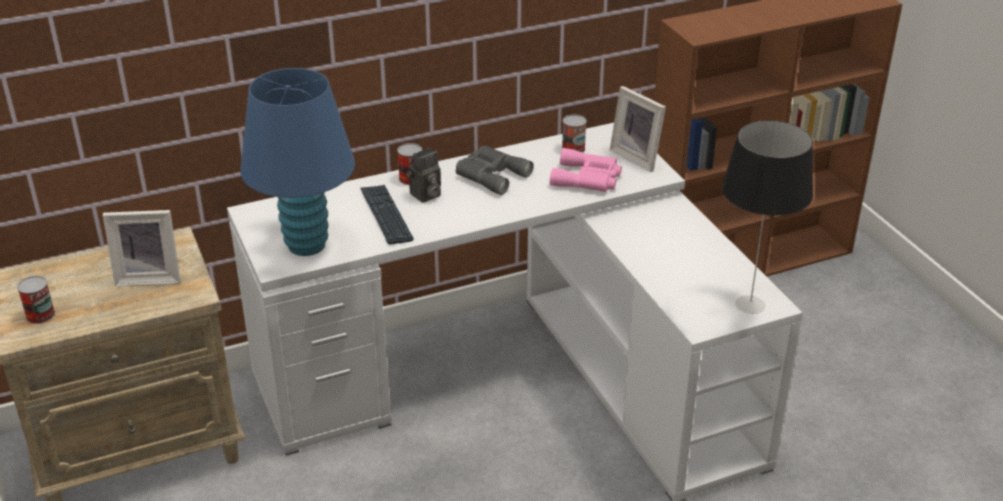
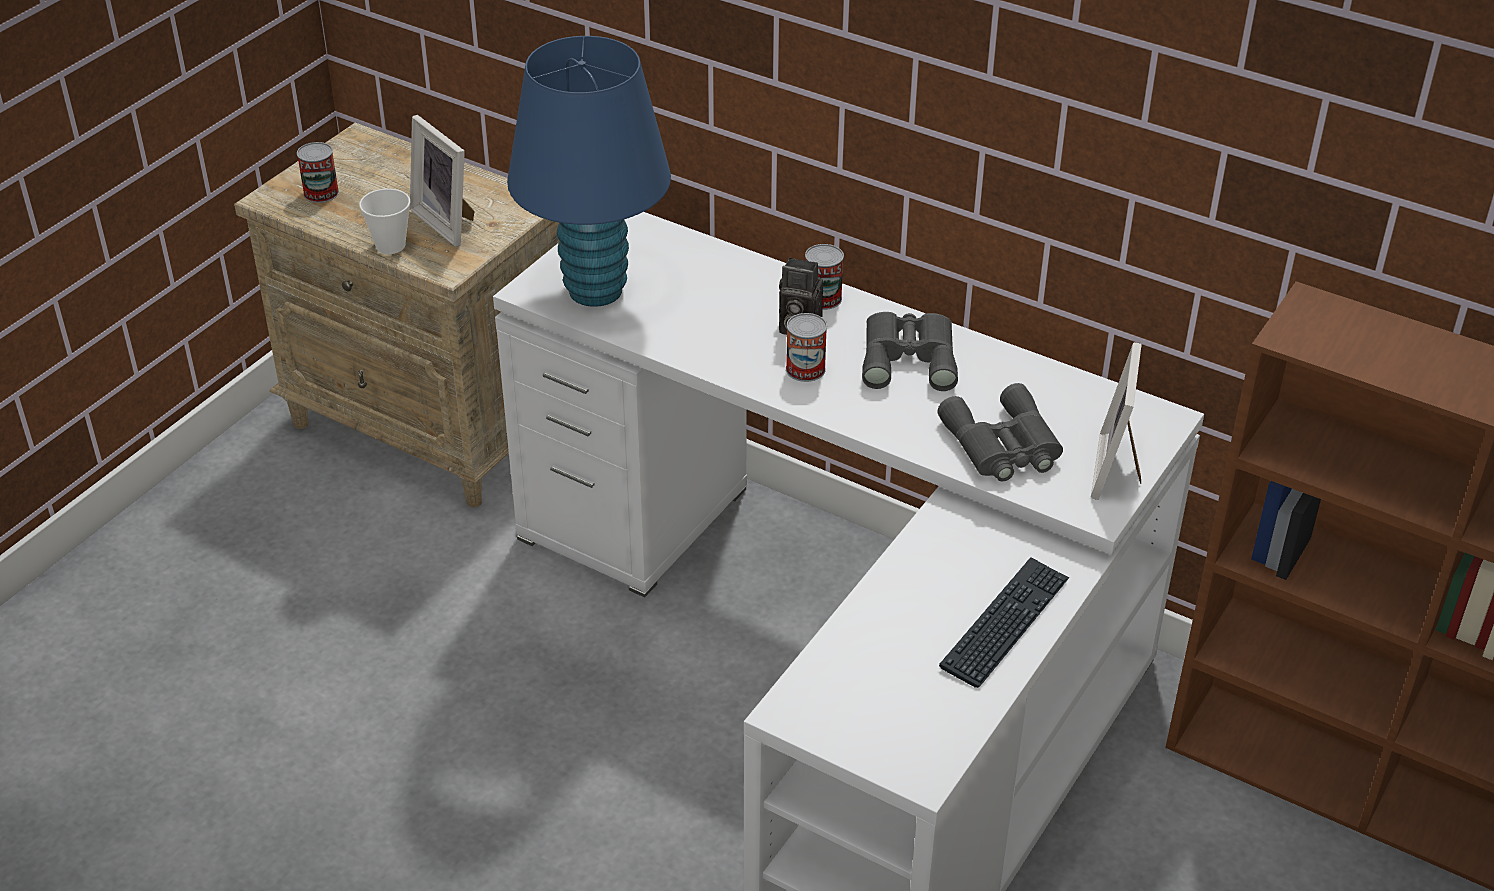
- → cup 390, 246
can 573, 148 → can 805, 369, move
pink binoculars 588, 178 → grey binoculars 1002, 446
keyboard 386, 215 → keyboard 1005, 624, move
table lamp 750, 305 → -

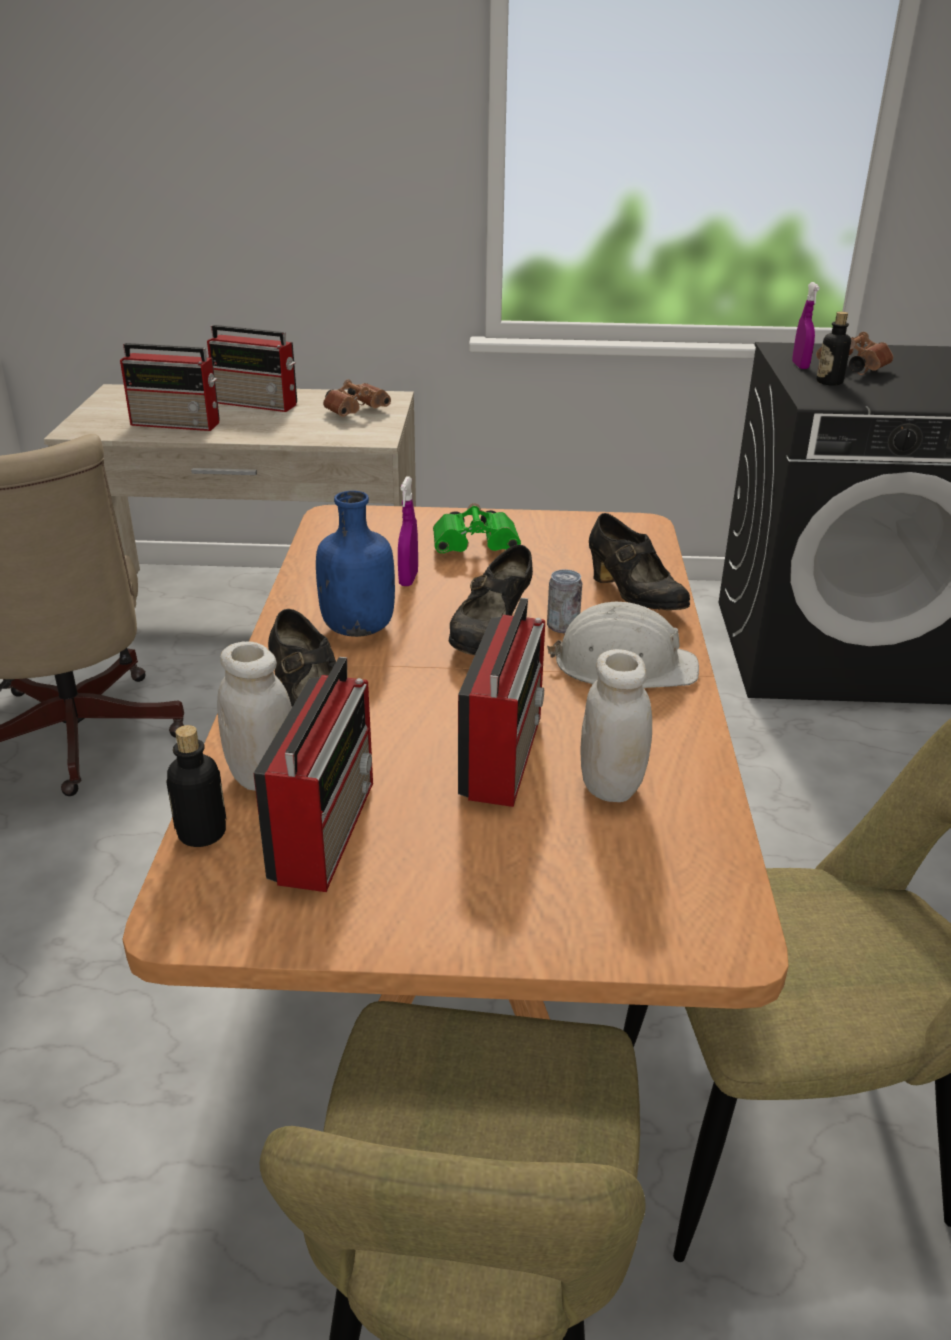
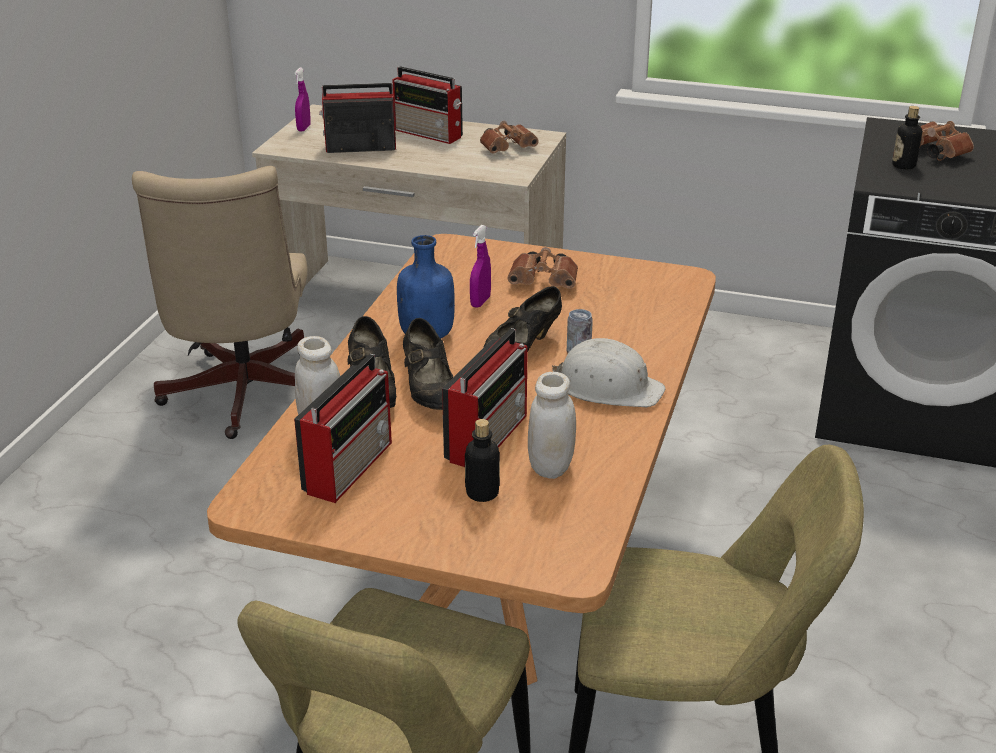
purple spray bottle 800, 366 → purple spray bottle 304, 128, move
radio 177, 423 → radio 359, 147, 150 degrees clockwise
black shoe 634, 597 → black shoe 429, 392, move
bottle 202, 833 → bottle 482, 493, move
green binoculars 477, 548 → brown binoculars 545, 282

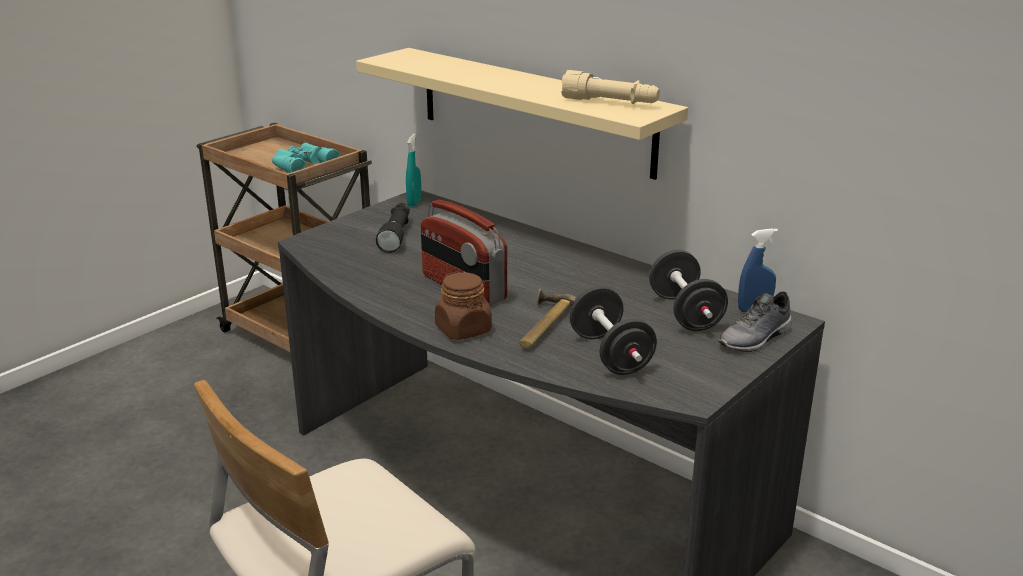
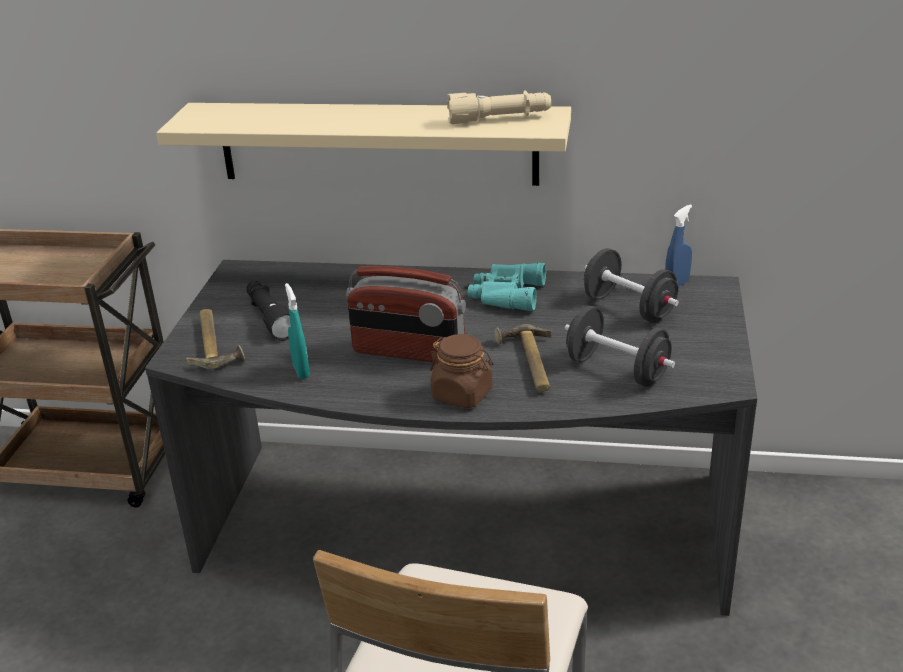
- → hammer 215, 343
turquoise spray bottle 414, 202 → turquoise spray bottle 301, 370, move
turquoise binoculars 301, 165 → turquoise binoculars 505, 294, move
grey shoe 756, 338 → -

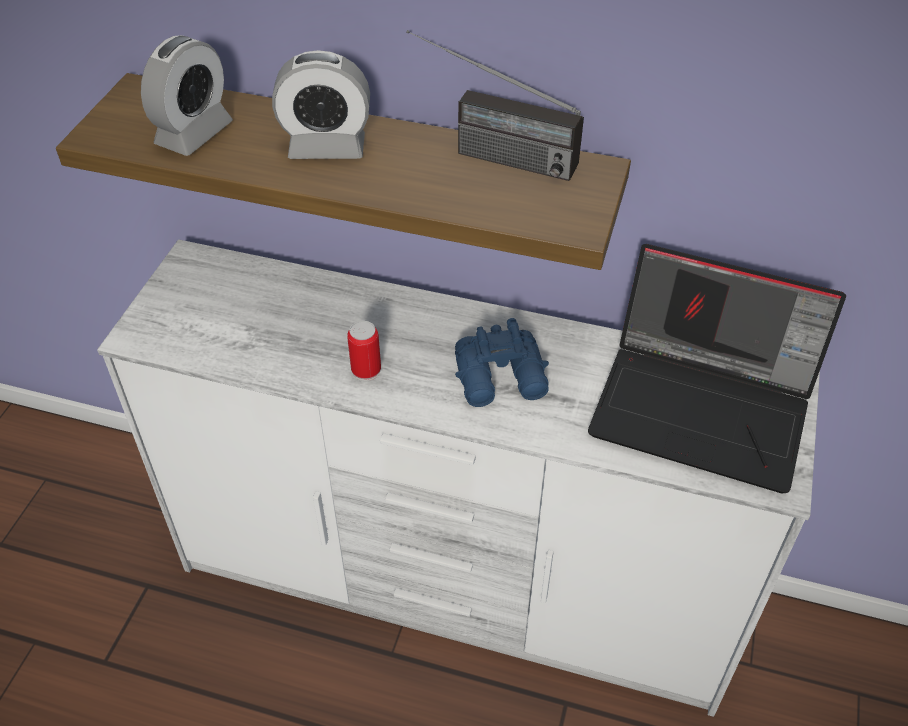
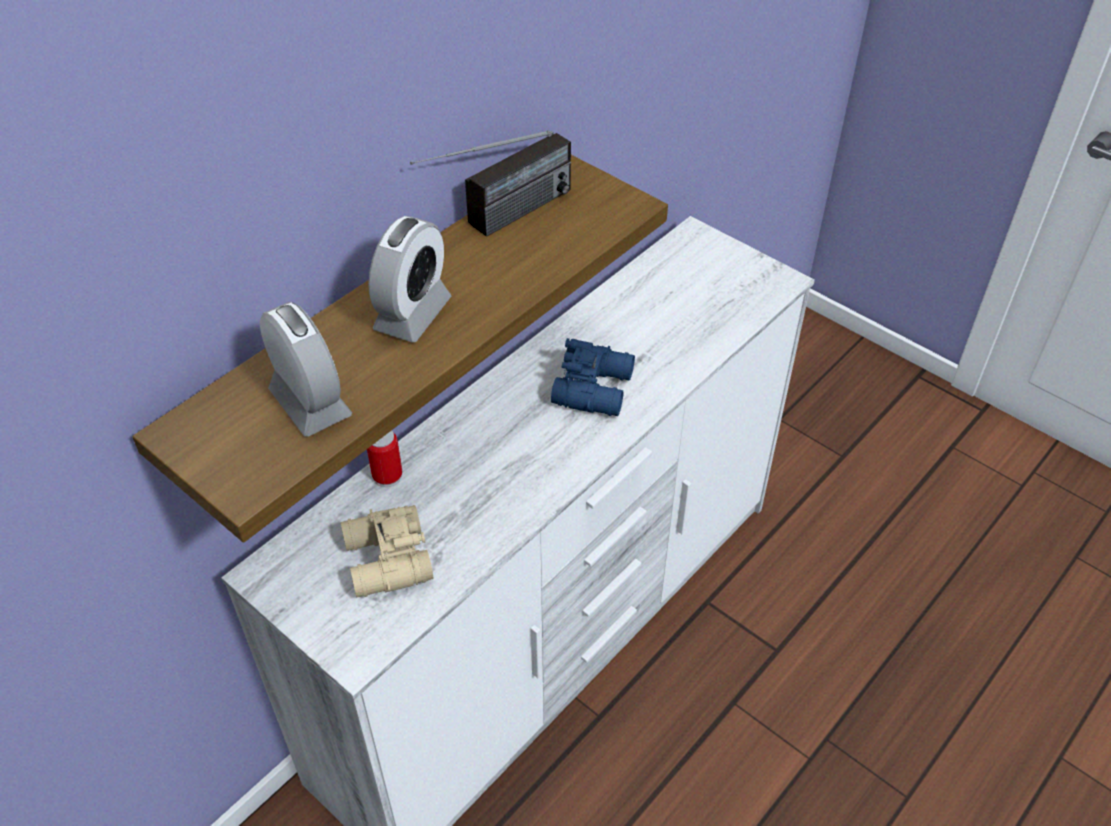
- → beige binoculars 386, 562
can 366, 370 → can 387, 476, move
laptop 705, 408 → -

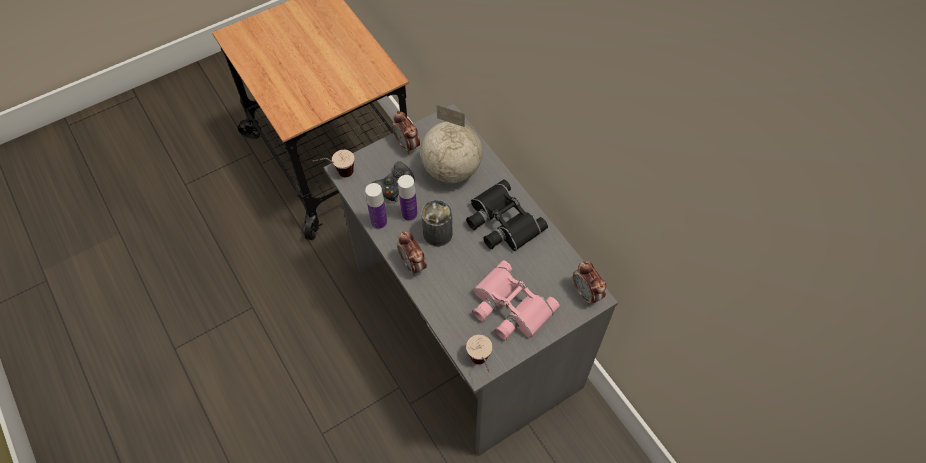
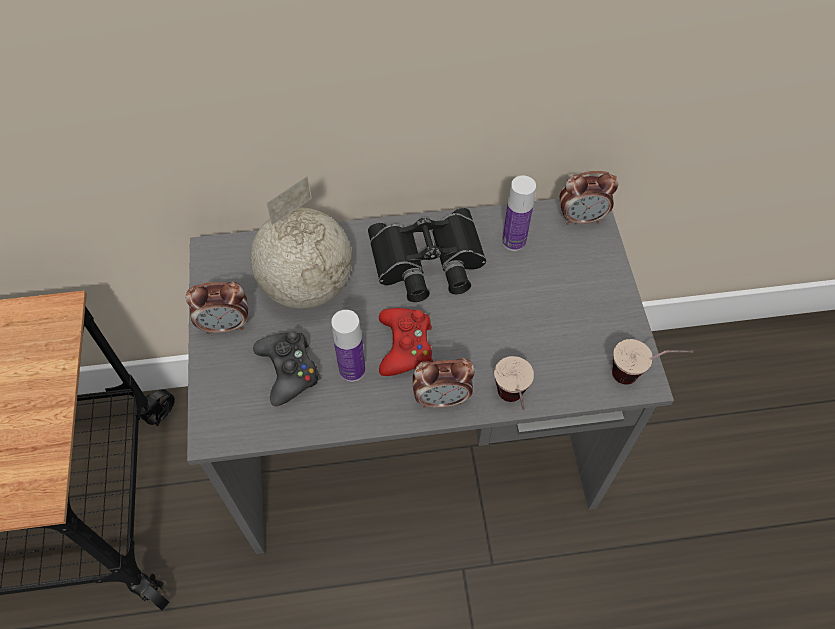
can 437, 233 → red game controller 405, 346
cup 337, 175 → cup 512, 405, move
bottle 379, 222 → bottle 514, 241, move
pink binoculars 509, 307 → -

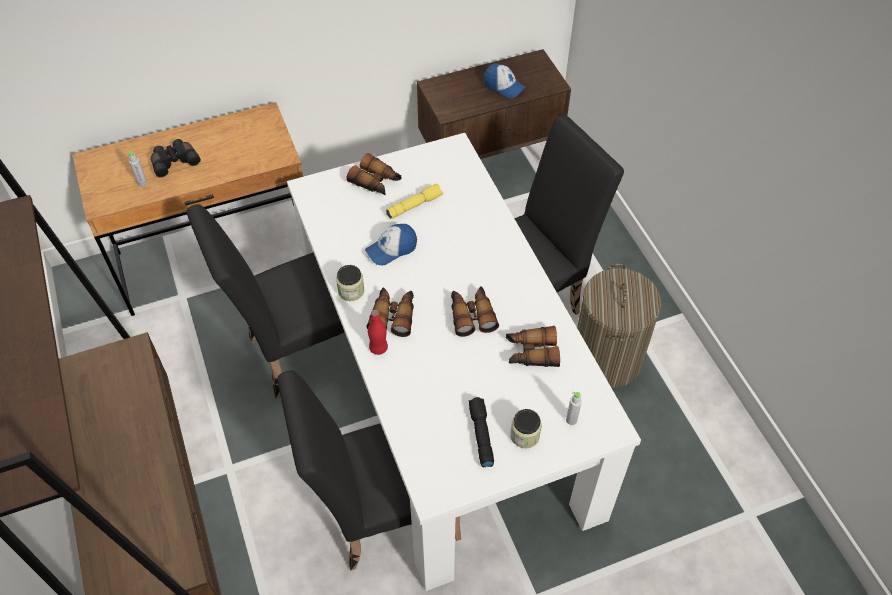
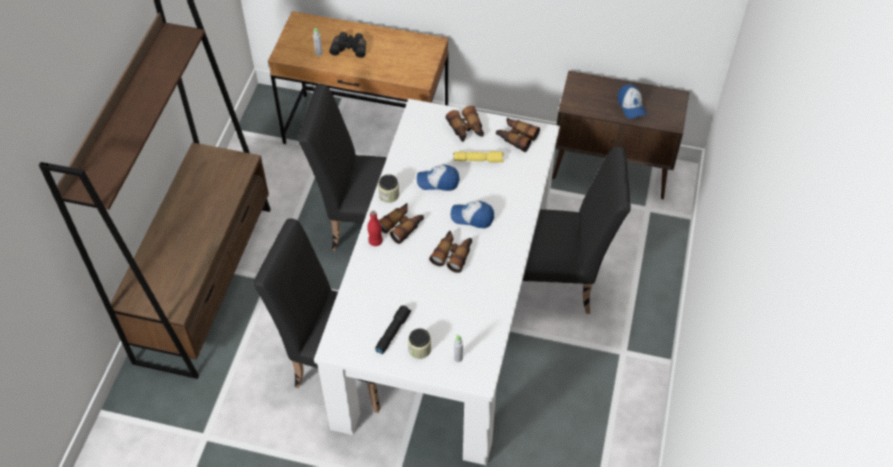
- → cap 472, 217
binoculars 531, 352 → binoculars 516, 137, move
laundry basket 606, 358 → -

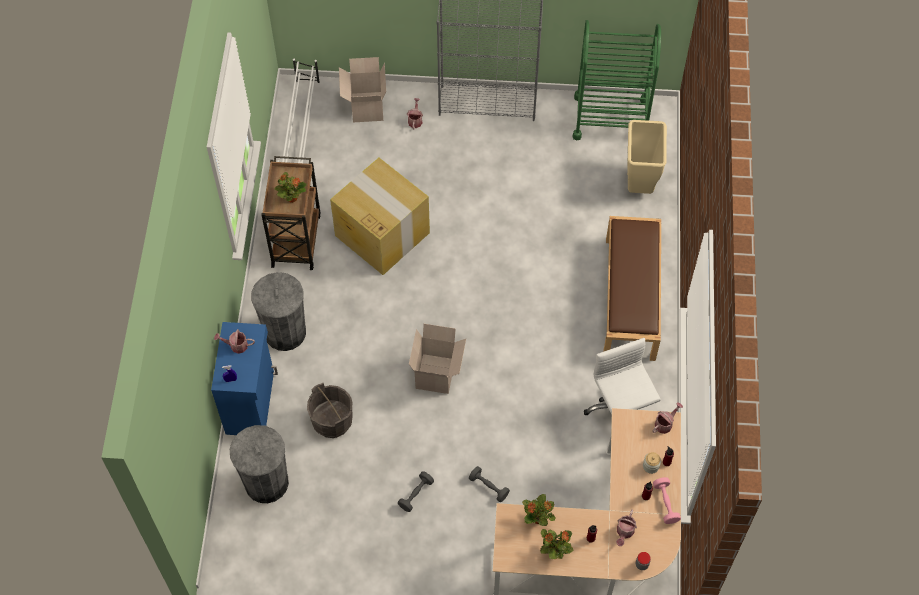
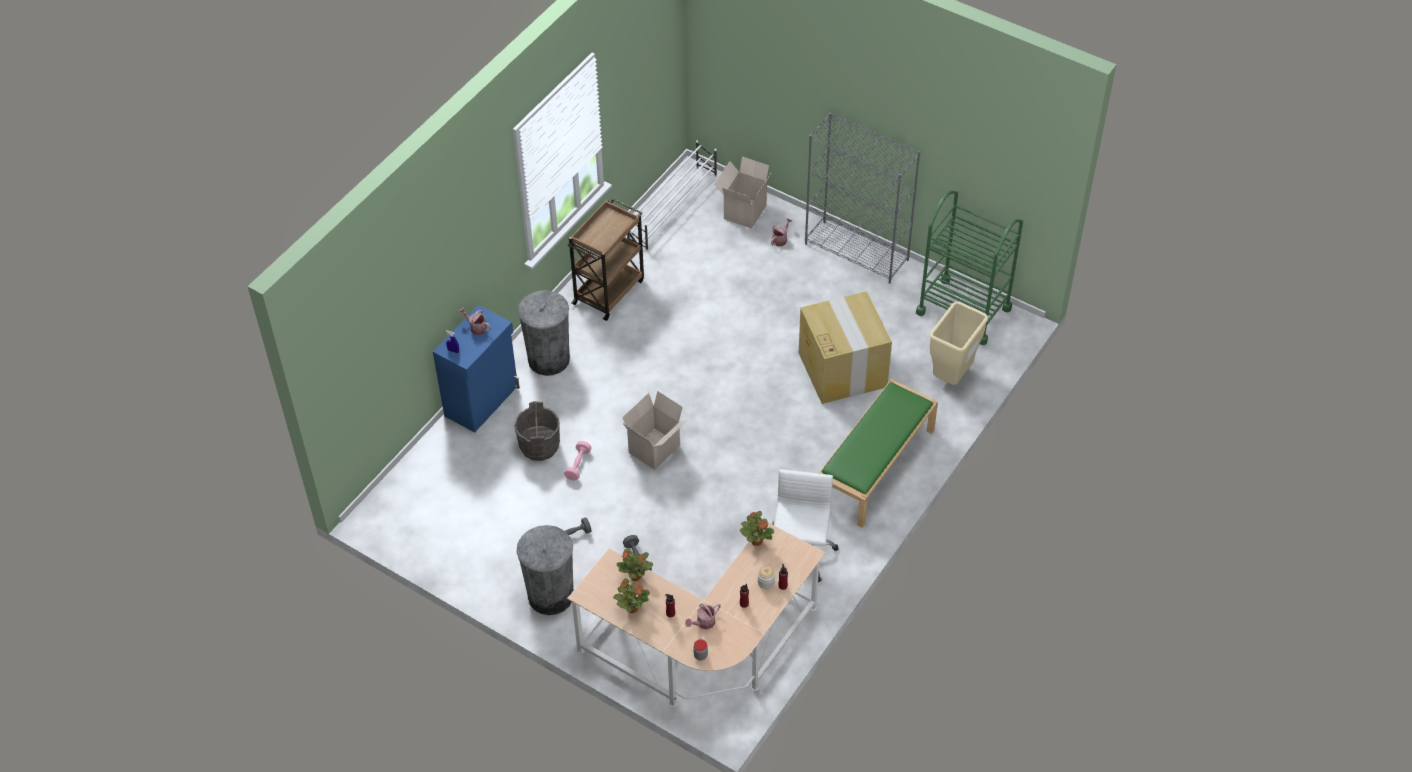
grey trash can 266, 482 → grey trash can 550, 595, move
pink dumbbell 665, 503 → pink dumbbell 578, 465, move
potted plant 291, 198 → potted plant 756, 540, move
cardboard box 381, 233 → cardboard box 842, 369, move
brown bench 630, 299 → green bench 875, 467
watering can 665, 423 → -

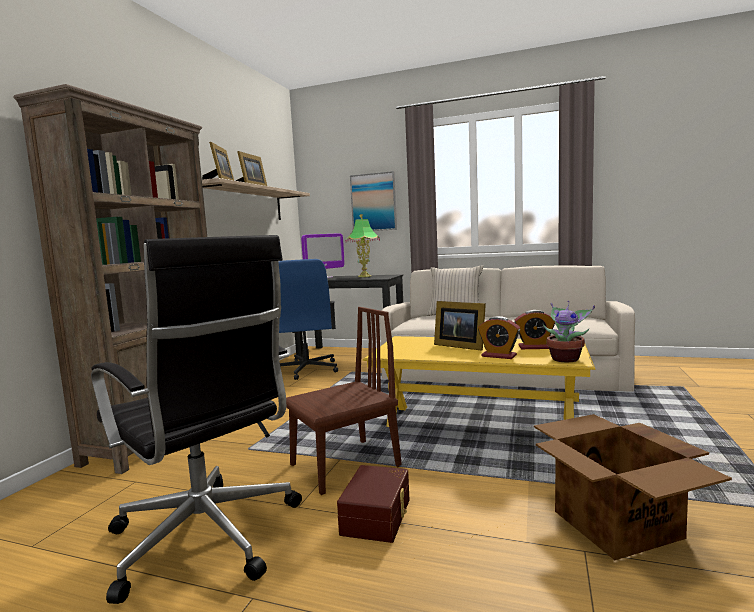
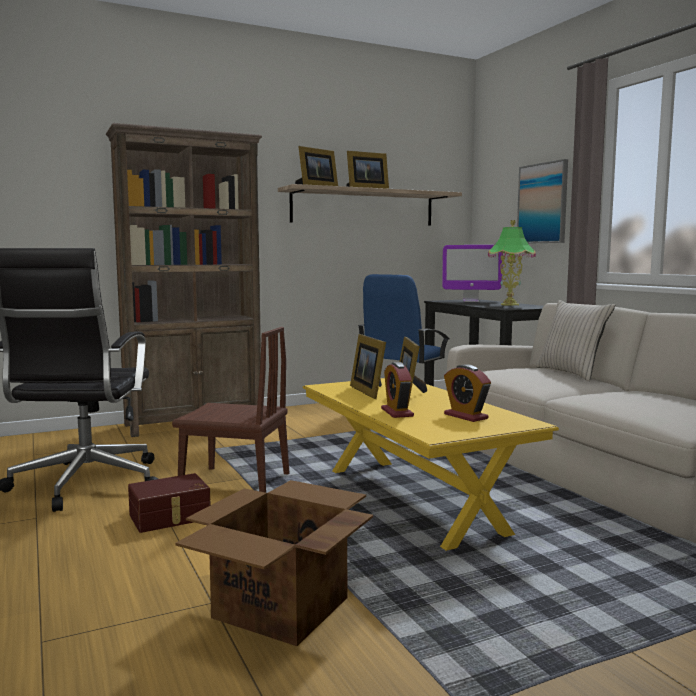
- → picture frame 370, 391
potted plant 566, 359 → -

